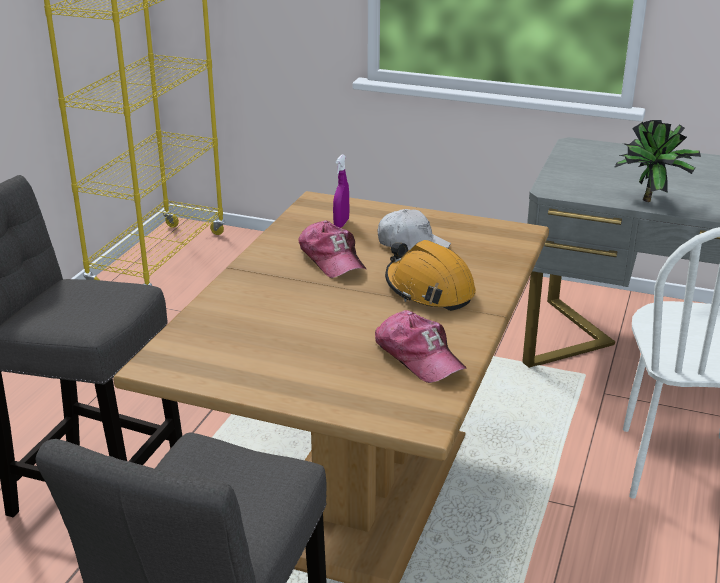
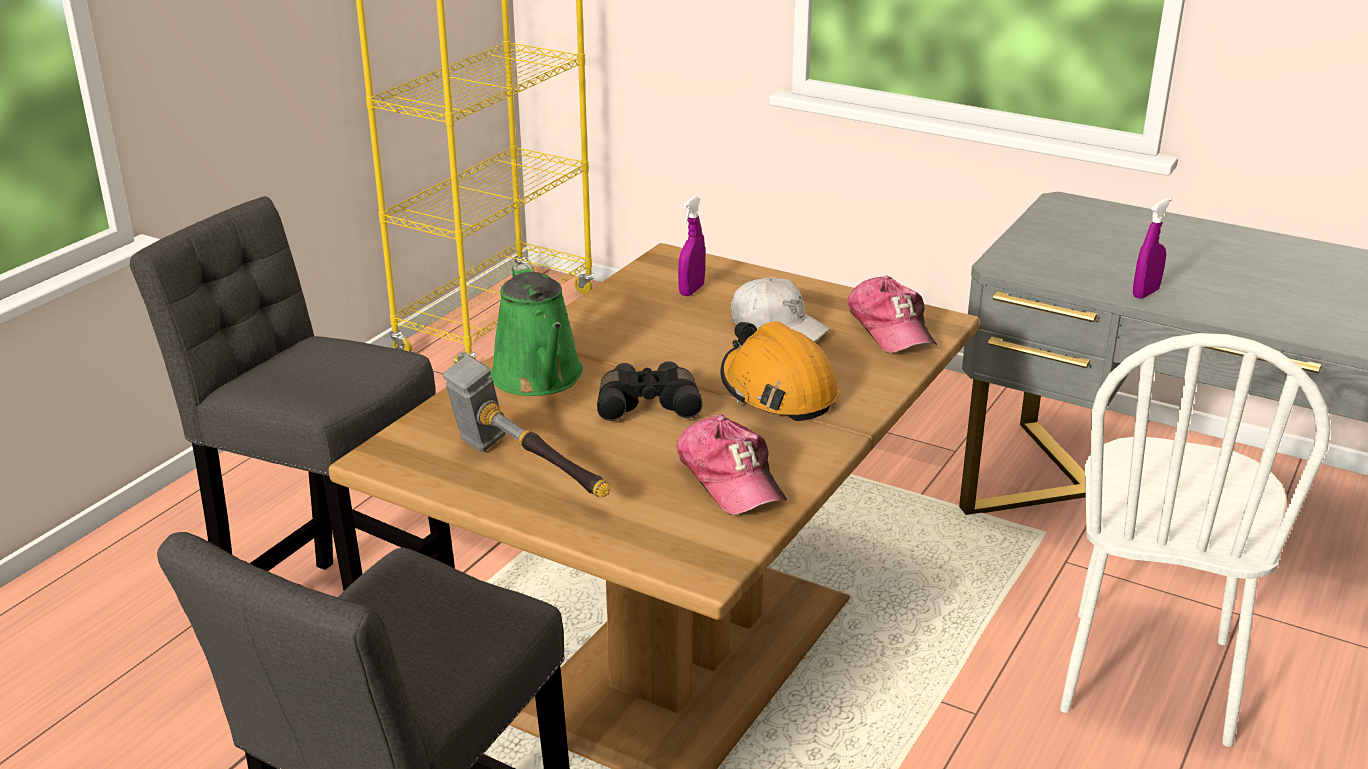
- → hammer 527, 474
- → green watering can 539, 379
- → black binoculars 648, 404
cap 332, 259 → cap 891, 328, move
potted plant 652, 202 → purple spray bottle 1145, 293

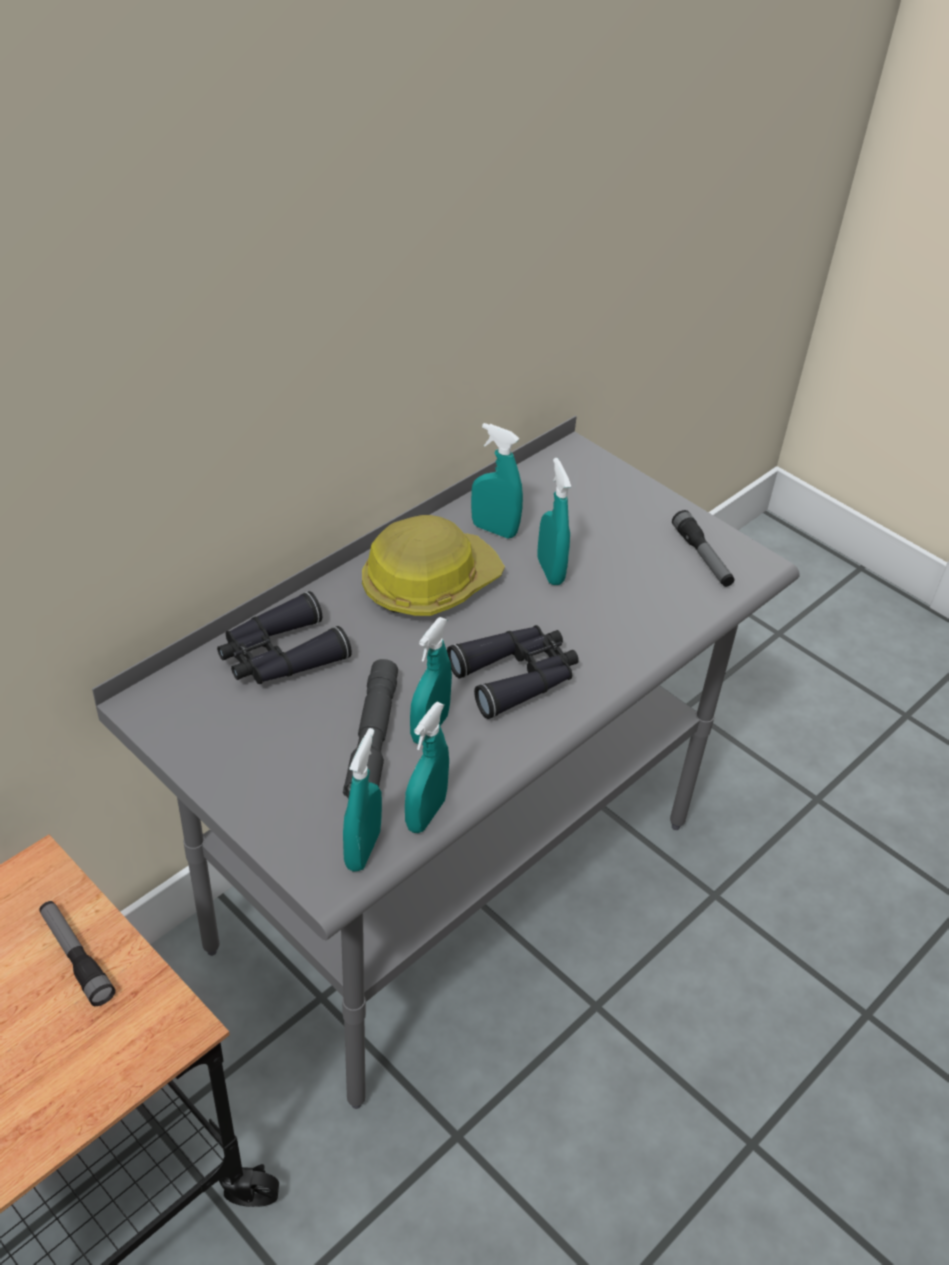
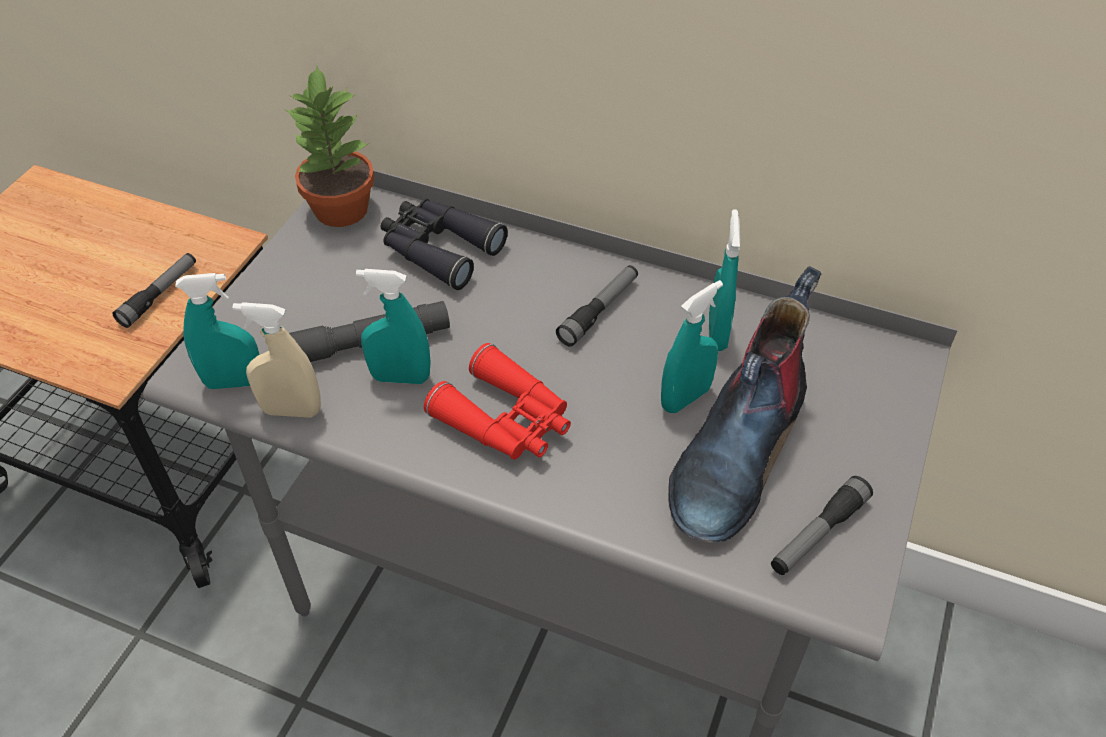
turquoise spray bottle 425, 814 → beige spray bottle 291, 410
- → potted plant 340, 210
black binoculars 516, 677 → red binoculars 506, 420
hard hat 429, 583 → flashlight 599, 311
- → boot 737, 452

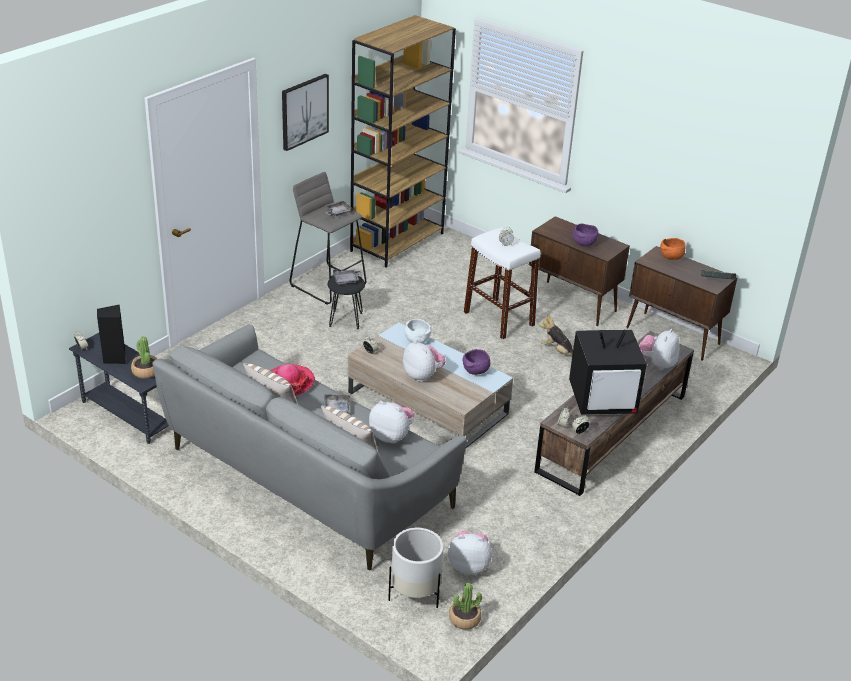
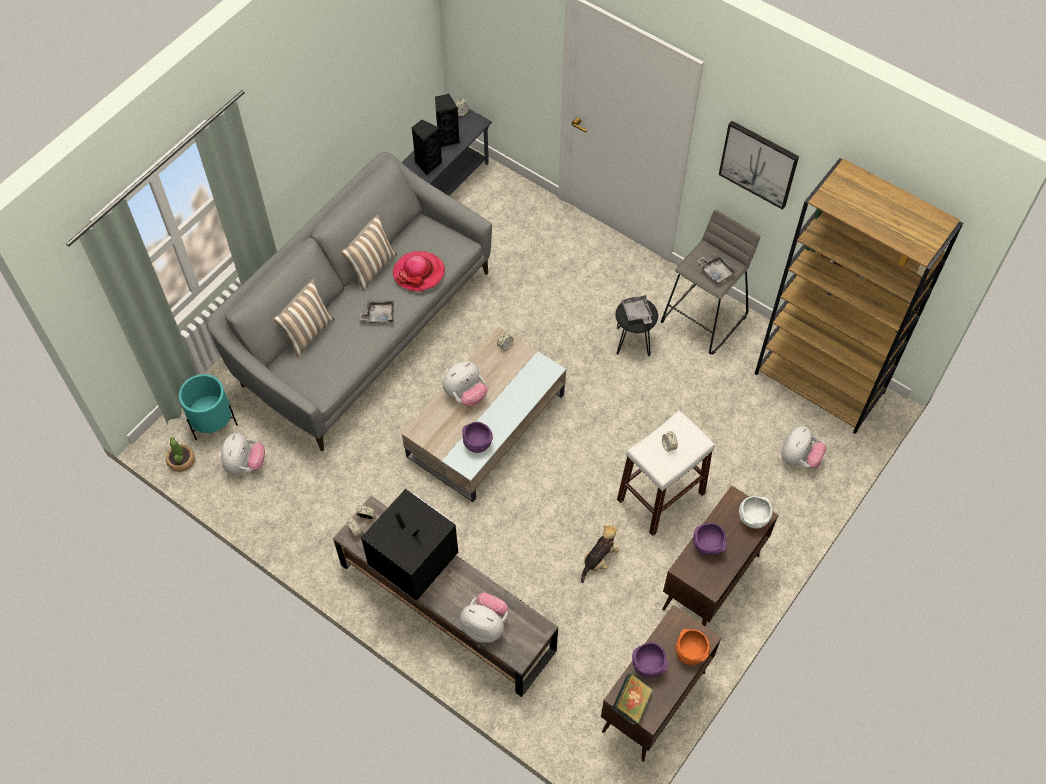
white planter 415, 593 → turquoise planter 213, 422
television 603, 400 → television 412, 560, 135 degrees clockwise
potted plant 146, 371 → black speaker 427, 164
- → purple bowl 649, 665
white bowl 416, 340 → white bowl 753, 517, move
plush toy 391, 436 → plush toy 799, 458, move

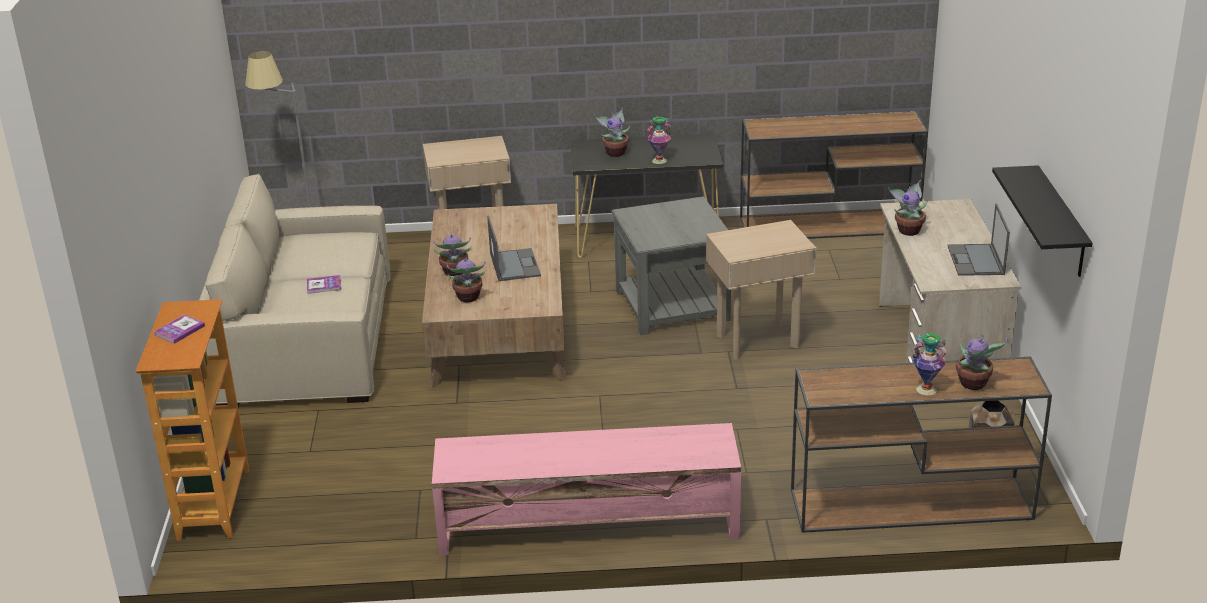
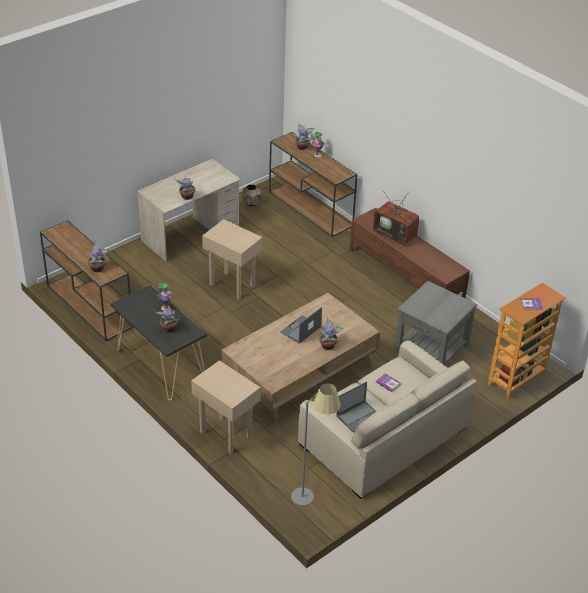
potted plant 468, 298 → potted plant 98, 268, move
laptop 976, 260 → laptop 359, 416, move
pink tv stand 586, 523 → brown tv stand 406, 275
- → television 396, 235
grey side table 672, 305 → grey side table 431, 347, move
black shelf 1061, 222 → -

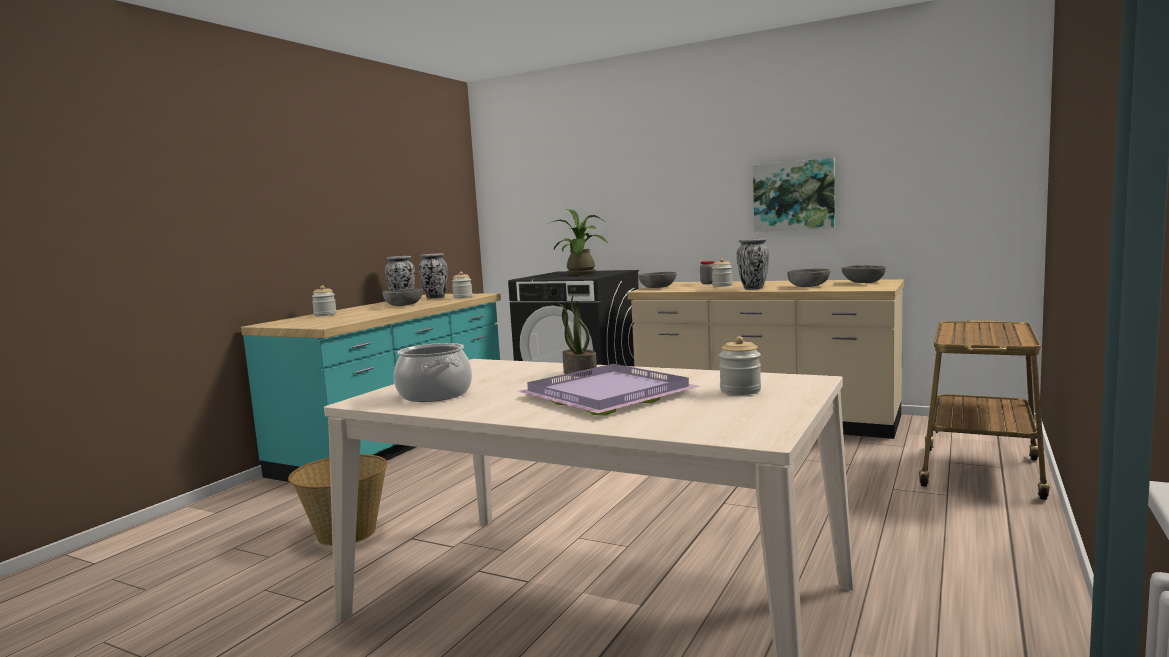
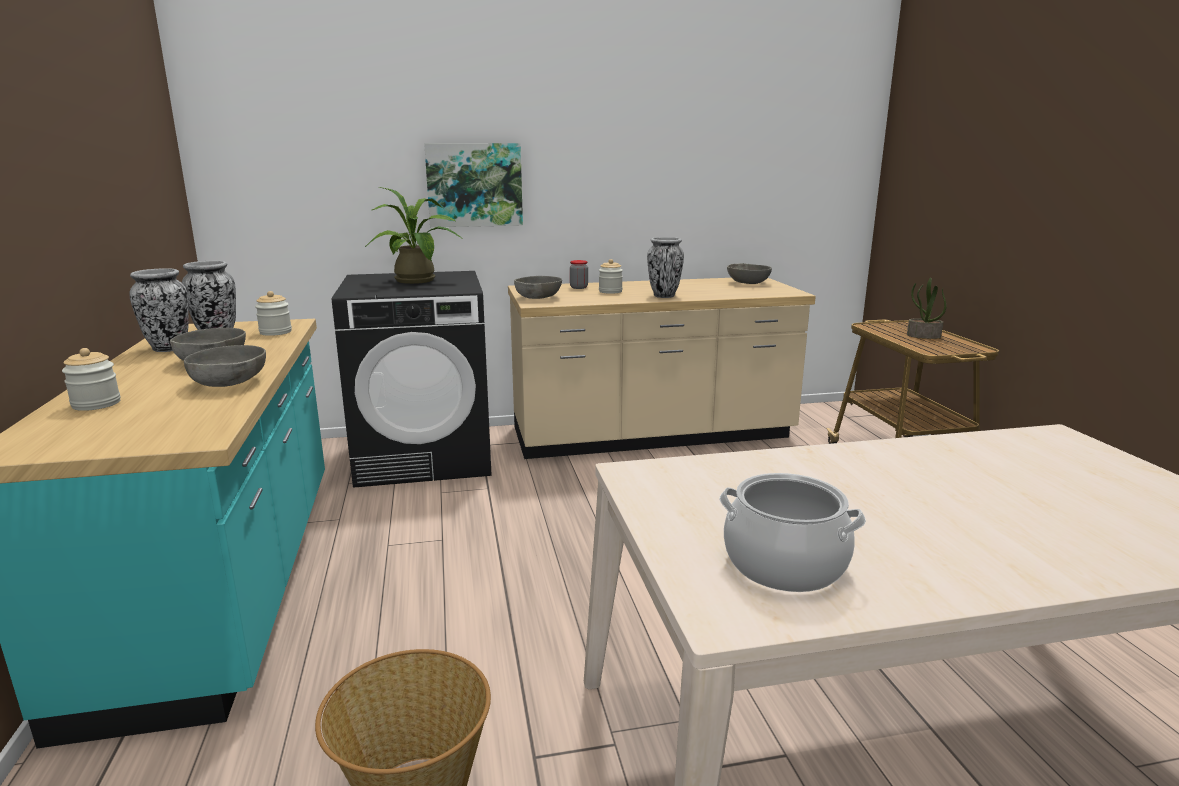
grey bowl 809, 286 → grey bowl 230, 382, move
picture 794, 195 → picture 474, 185, move
potted plant 579, 373 → potted plant 923, 336, move
purple tray 607, 395 → -
jar 740, 390 → -

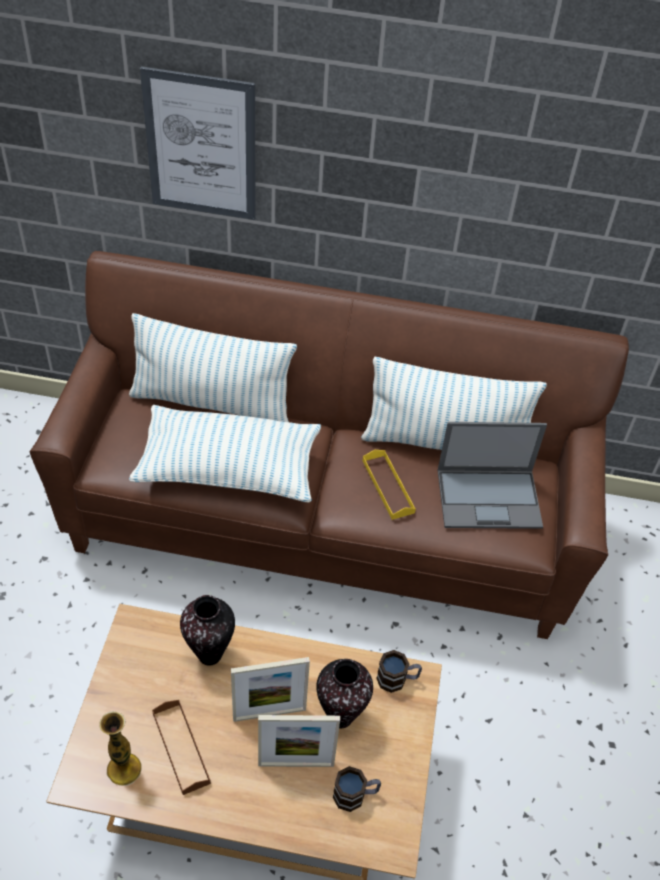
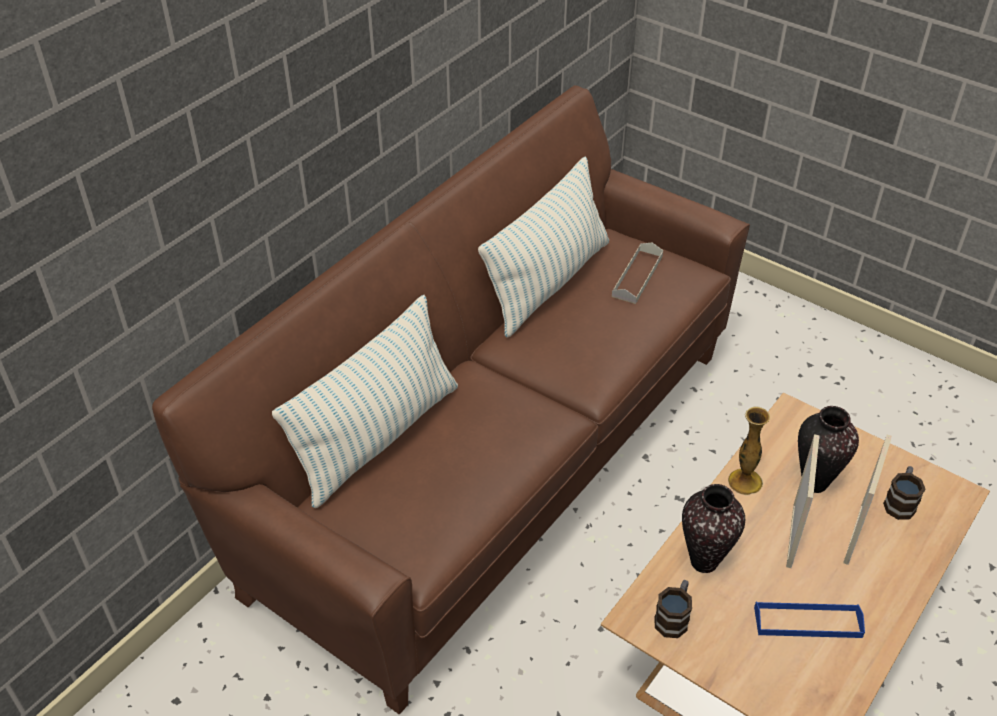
laptop 490, 498 → grey tray 637, 276
mug 397, 679 → mug 673, 617, move
vase 124, 769 → vase 745, 481, move
brown tray 181, 748 → blue tray 807, 622
pillow 229, 469 → -
picture 201, 146 → -
yellow tray 388, 486 → -

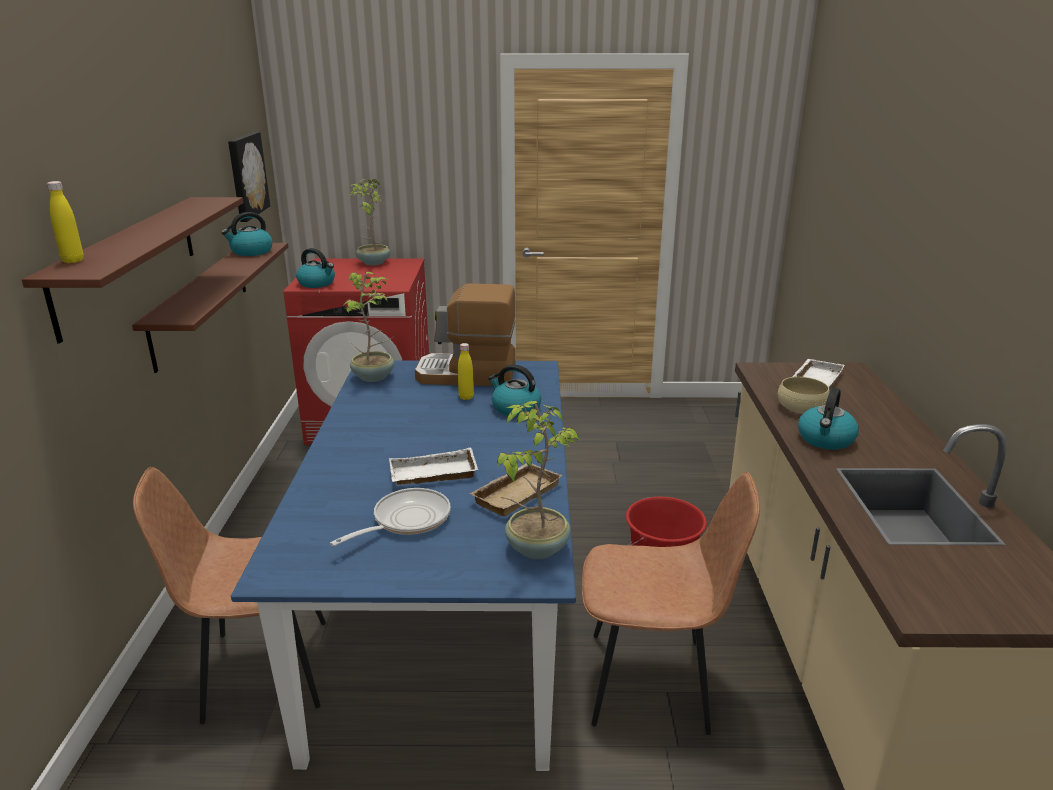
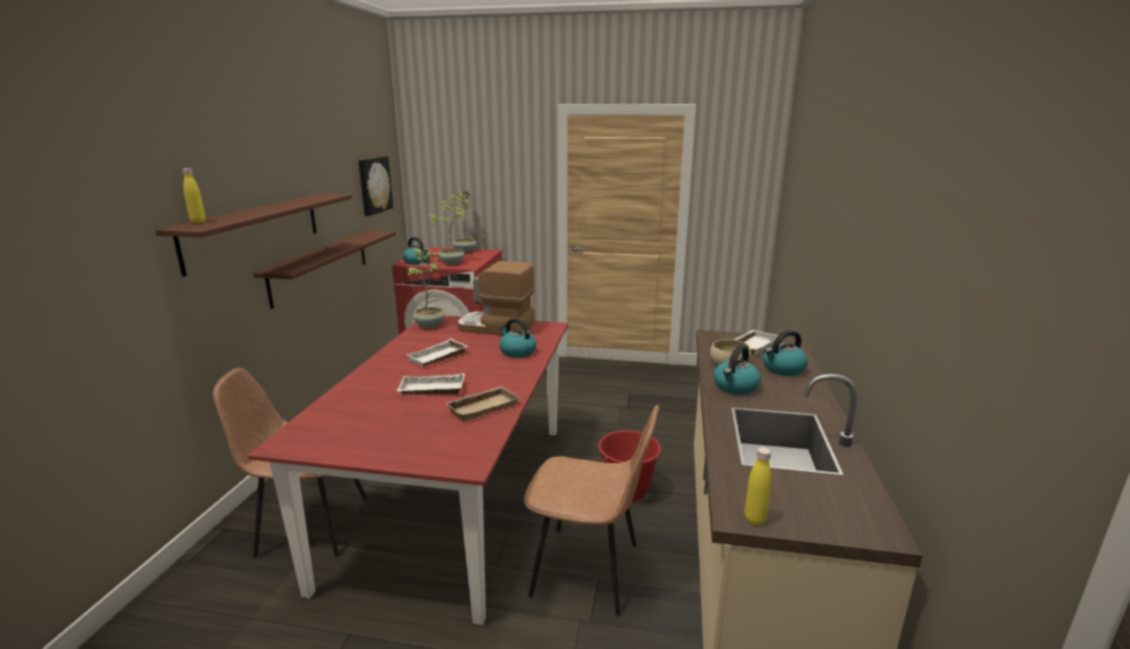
blue dining table 446, 608 → red dining table 456, 498
- → white tray 438, 358
potted plant 535, 548 → potted plant 451, 263, move
yellow bottle 466, 397 → yellow bottle 755, 519, move
kettle 251, 252 → kettle 783, 369, move
frying pan 406, 520 → -

